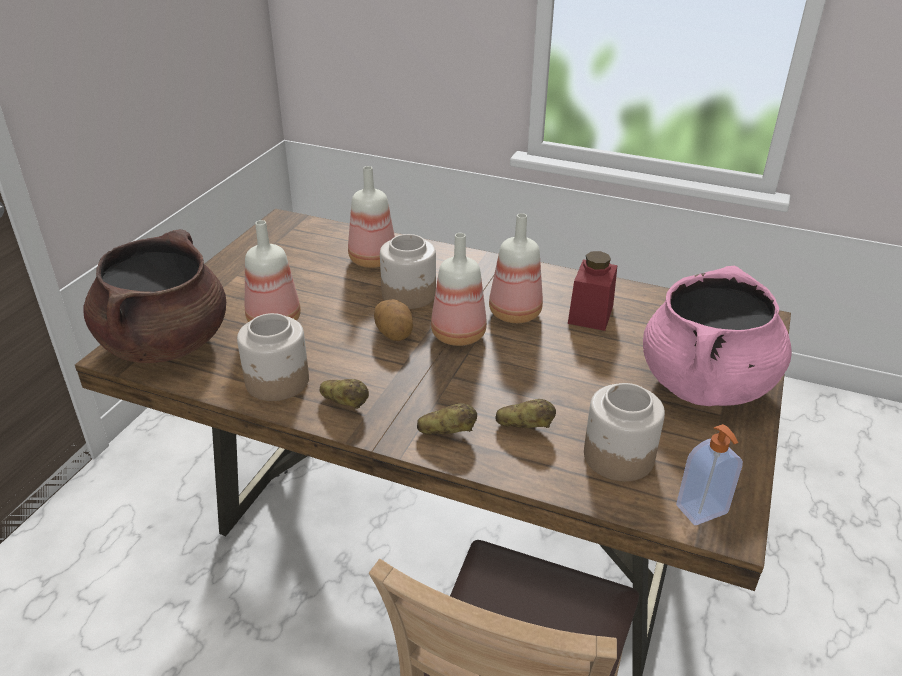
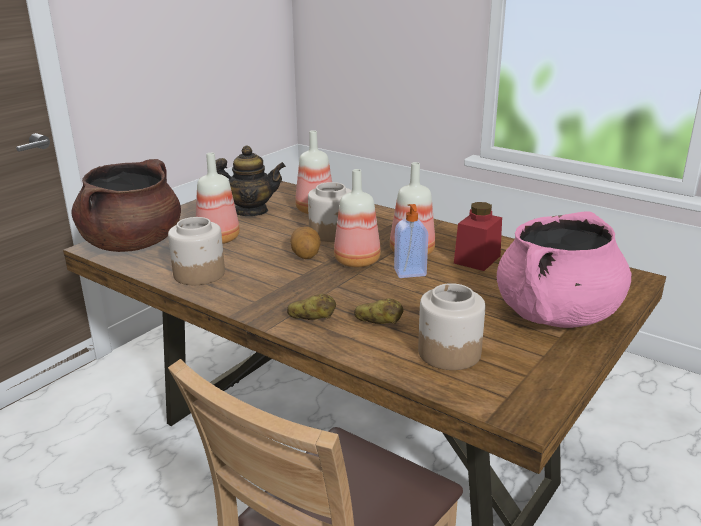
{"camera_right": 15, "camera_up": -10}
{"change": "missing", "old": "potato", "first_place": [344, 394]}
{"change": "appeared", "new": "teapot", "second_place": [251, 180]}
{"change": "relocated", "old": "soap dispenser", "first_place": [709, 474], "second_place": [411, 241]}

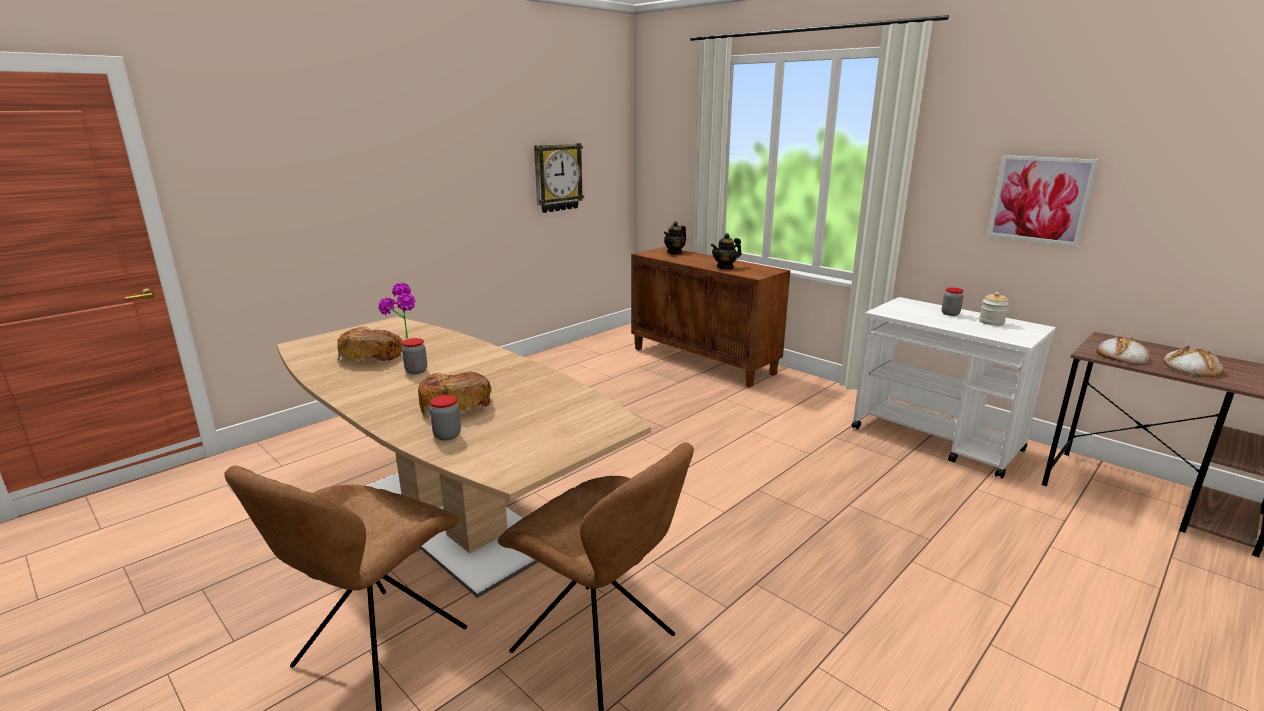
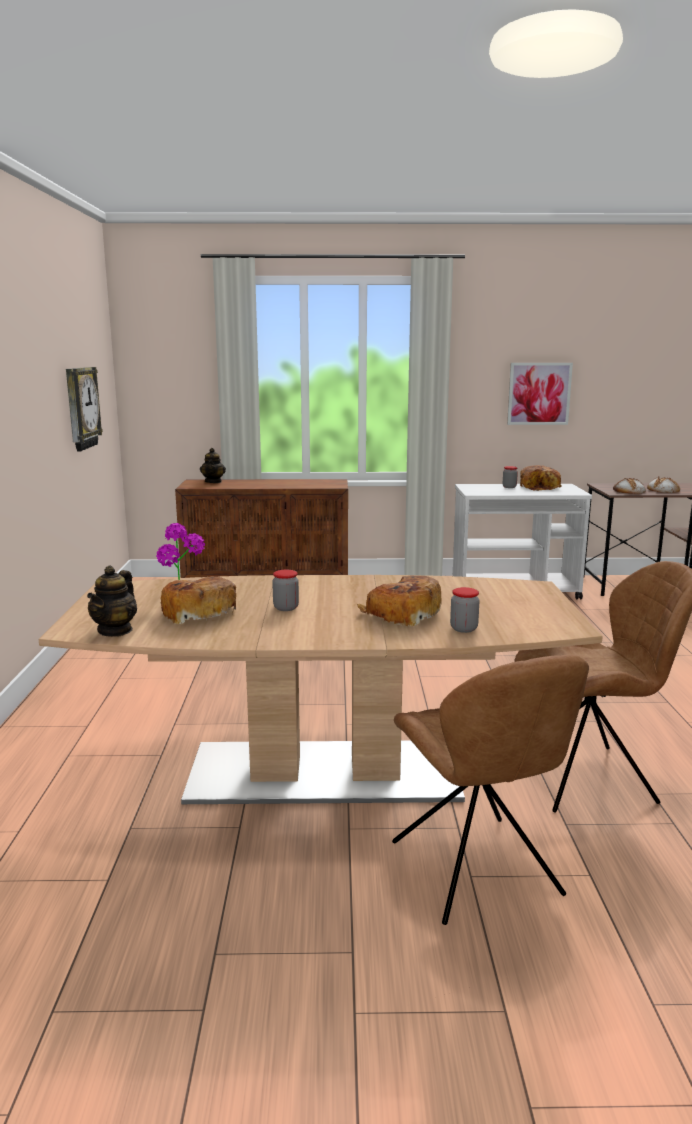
{"camera_right": -45, "camera_up": -5}
{"change": "relocated", "old": "teapot", "first_place": [726, 251], "second_place": [112, 601]}
{"change": "exchanged", "old": "jar", "new": "bread", "first_place": [994, 309], "second_place": [541, 478]}

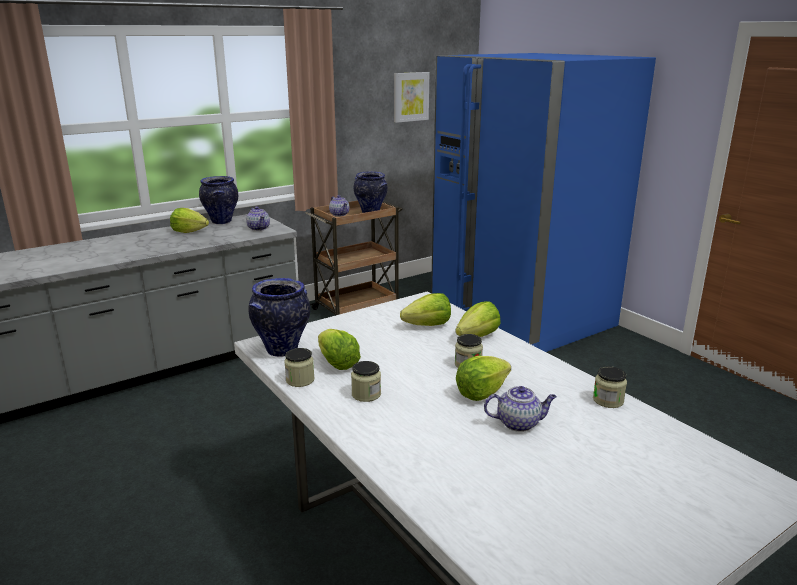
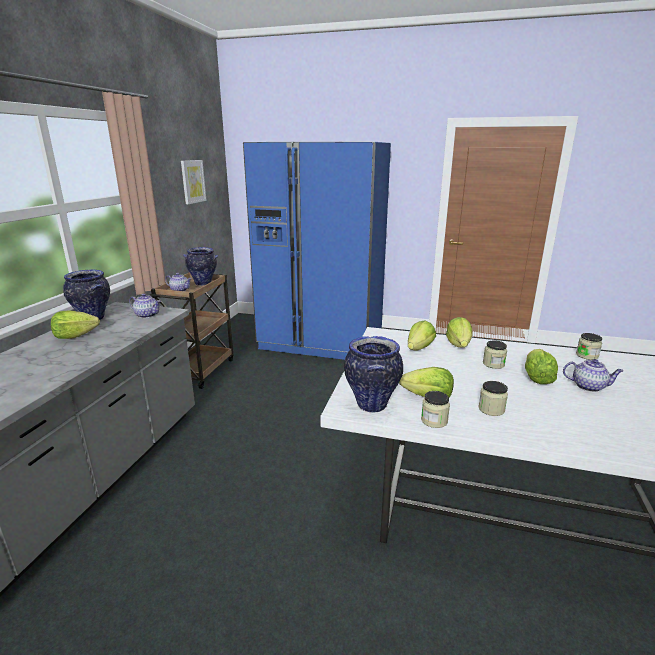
{"camera_right": -40, "camera_up": 0}
{"change": "spun", "old": "teapot", "first_place": [520, 409], "second_place": [593, 375], "degrees": 60}

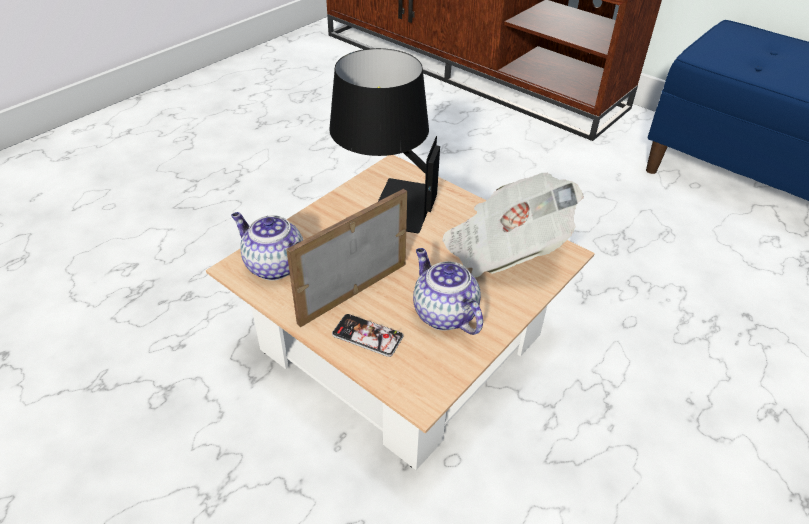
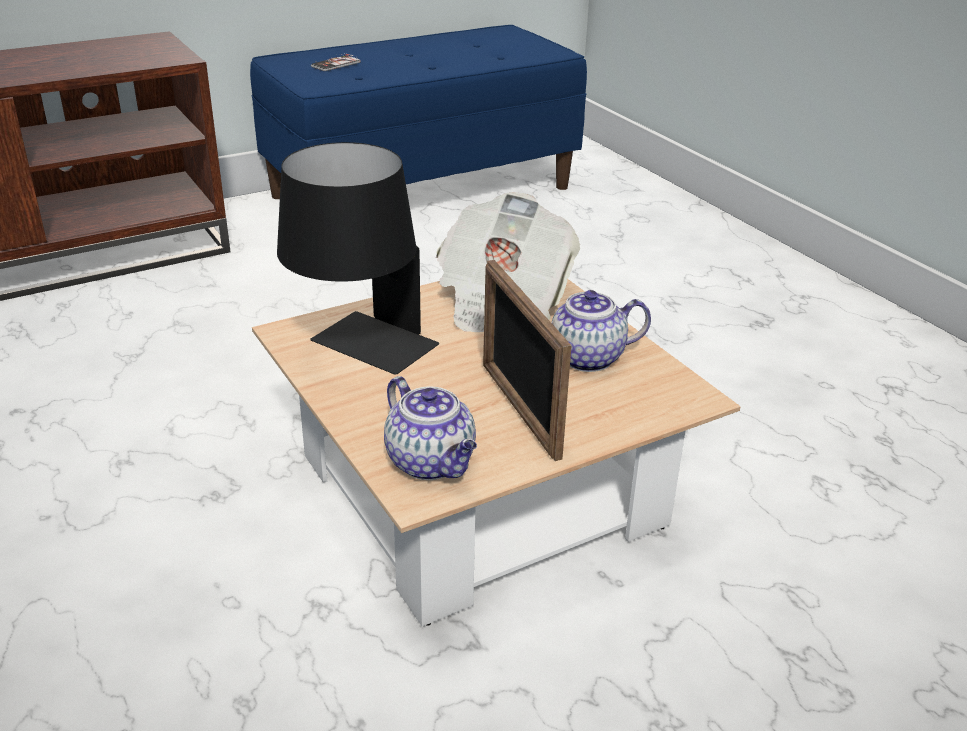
{"camera_right": -70, "camera_up": -10}
{"change": "relocated", "old": "phone", "first_place": [367, 335], "second_place": [336, 62]}
{"change": "spun", "old": "teapot", "first_place": [267, 246], "second_place": [430, 428], "degrees": -90}

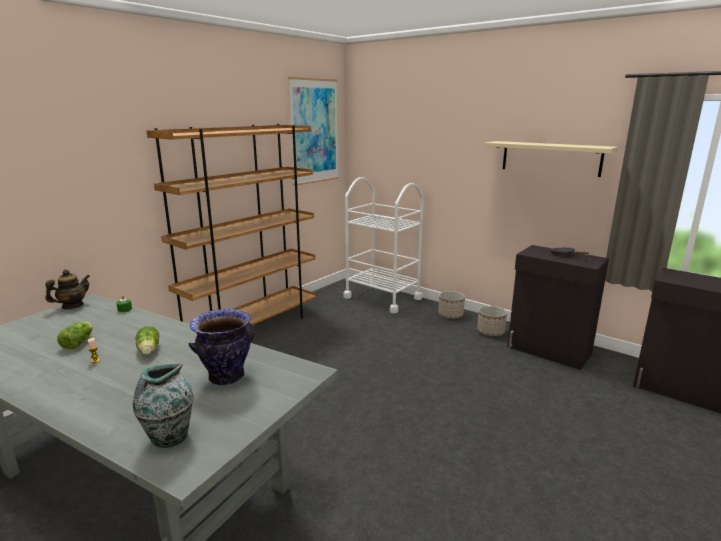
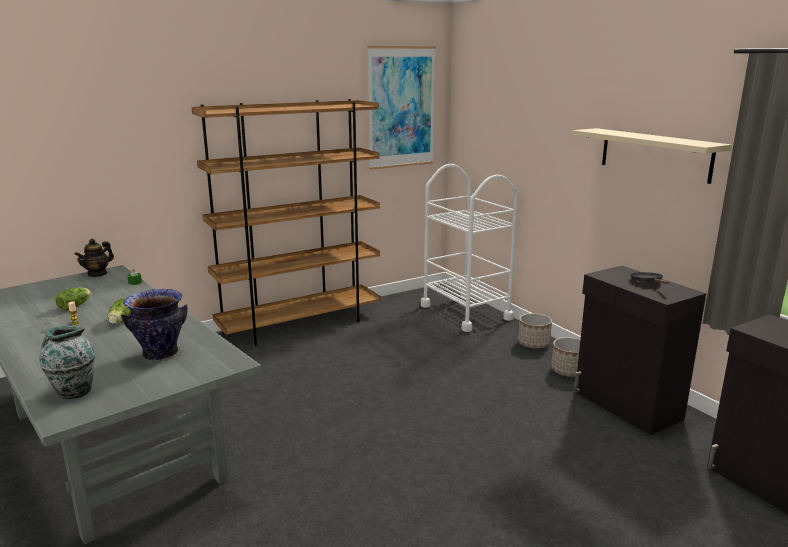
{"camera_right": 20, "camera_up": 0}
{"change": "spun", "old": "teapot", "first_place": [67, 289], "second_place": [94, 258], "degrees": 150}

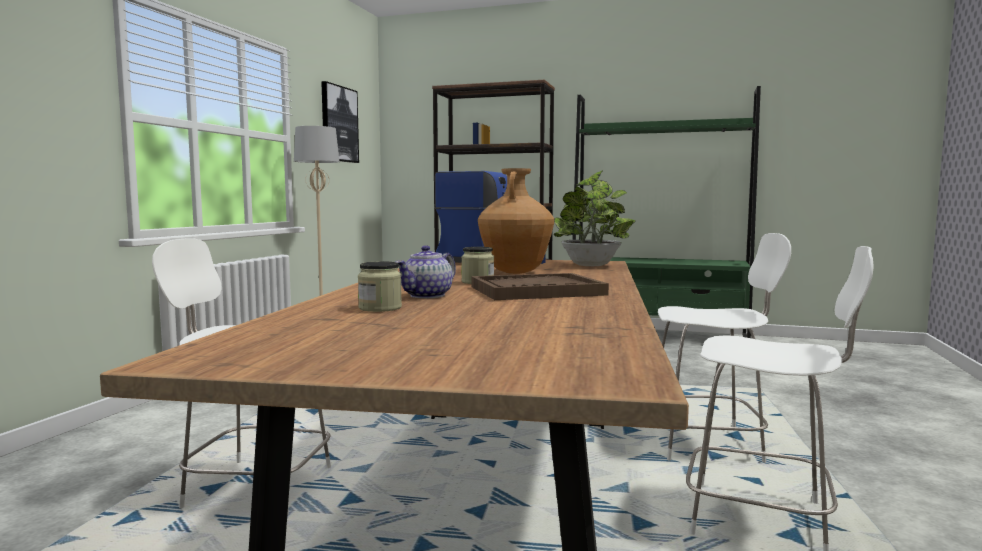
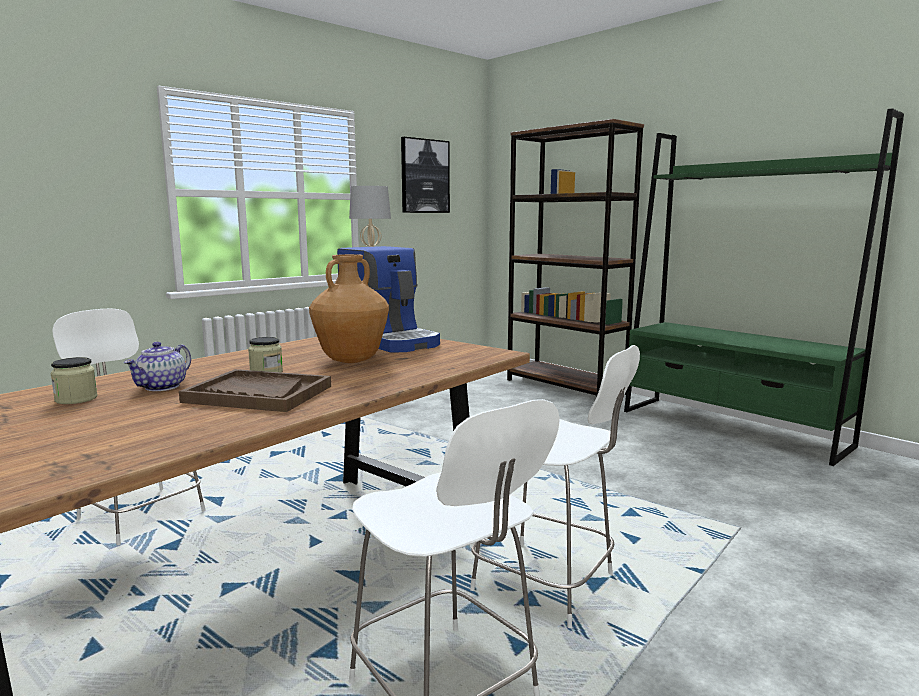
{"camera_right": 30, "camera_up": 5}
{"change": "missing", "old": "potted plant", "first_place": [595, 218]}
{"change": "spun", "old": "teapot", "first_place": [426, 272], "second_place": [157, 366], "degrees": -45}

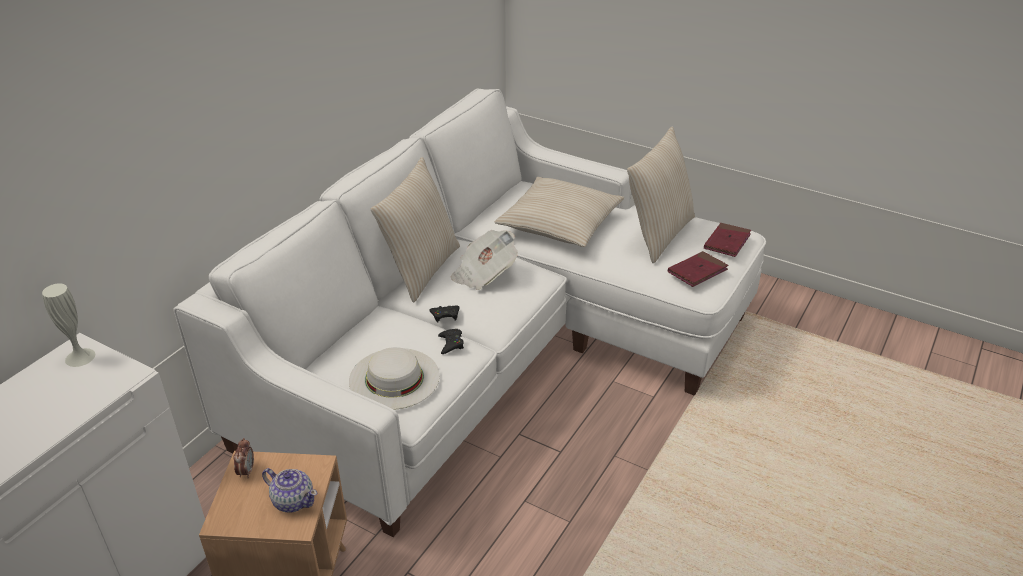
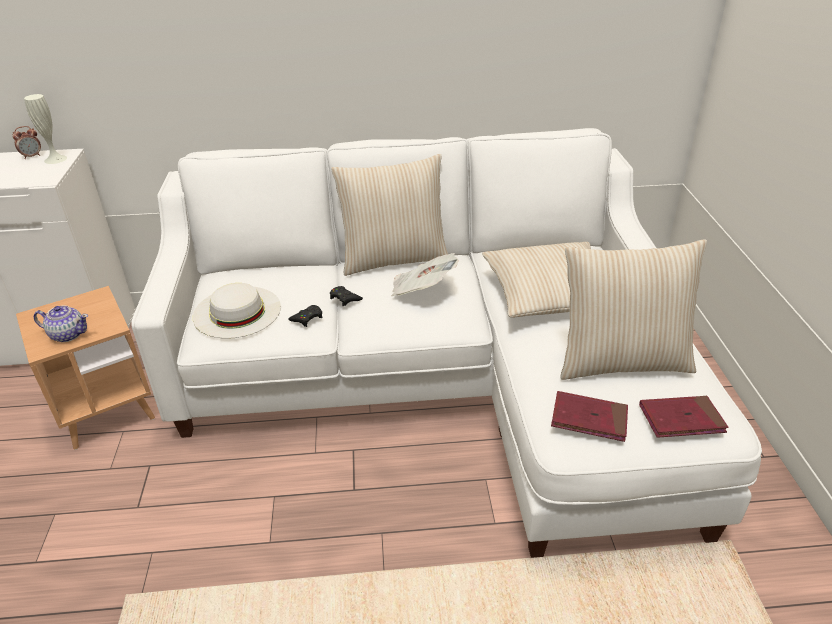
{"camera_right": 55, "camera_up": 0}
{"change": "relocated", "old": "alarm clock", "first_place": [243, 458], "second_place": [26, 142]}
{"change": "spun", "old": "teapot", "first_place": [290, 490], "second_place": [61, 324], "degrees": -75}

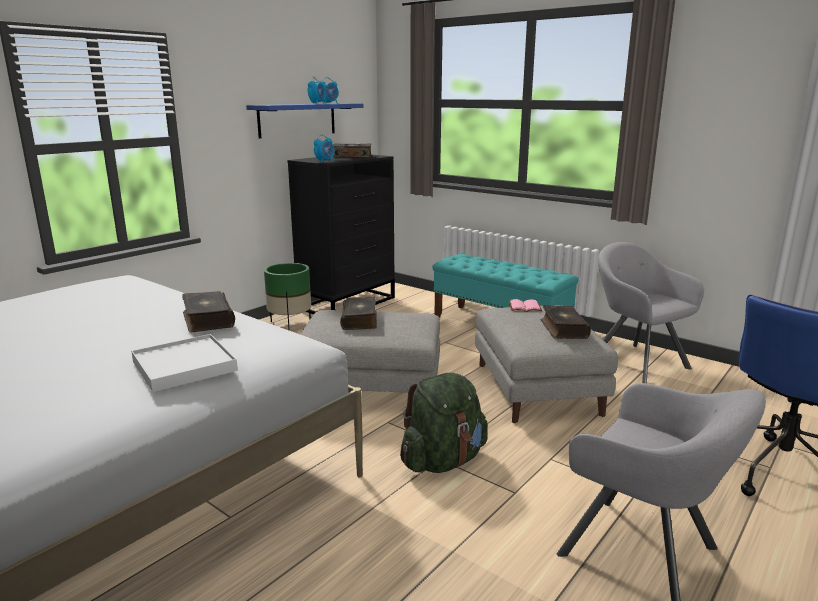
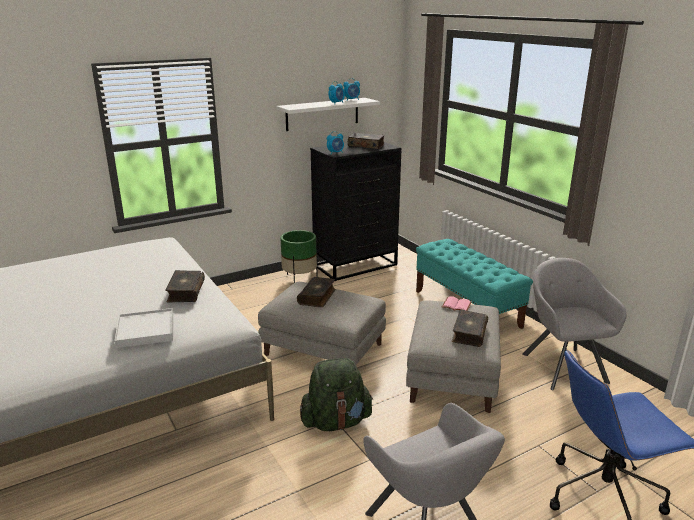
{"camera_right": 20, "camera_up": 5}
{"change": "colour", "old": "blue shelf", "new": "white shelf", "first_place": [304, 120], "second_place": [328, 114]}

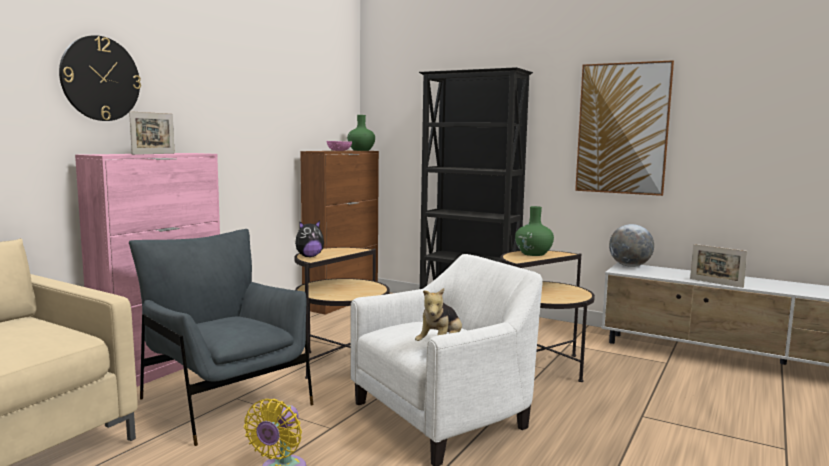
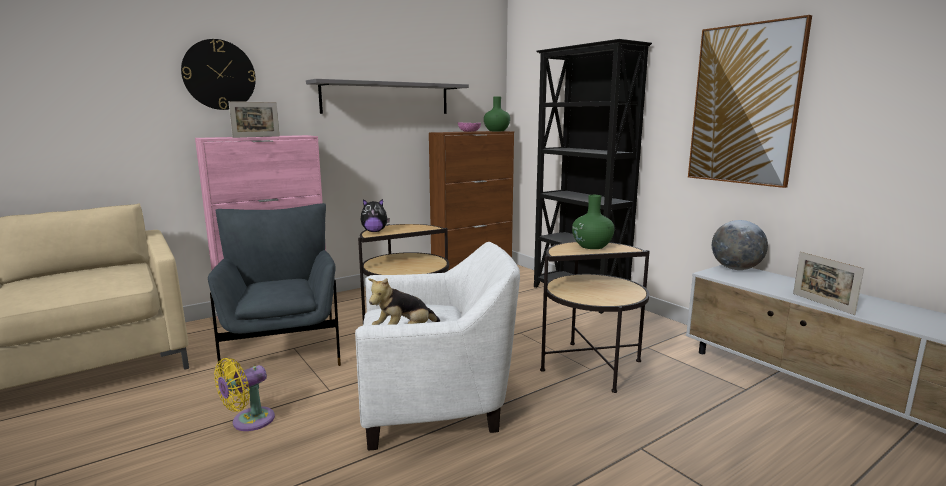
{"camera_right": 25, "camera_up": 5}
{"change": "appeared", "new": "grey shelf", "second_place": [387, 96]}

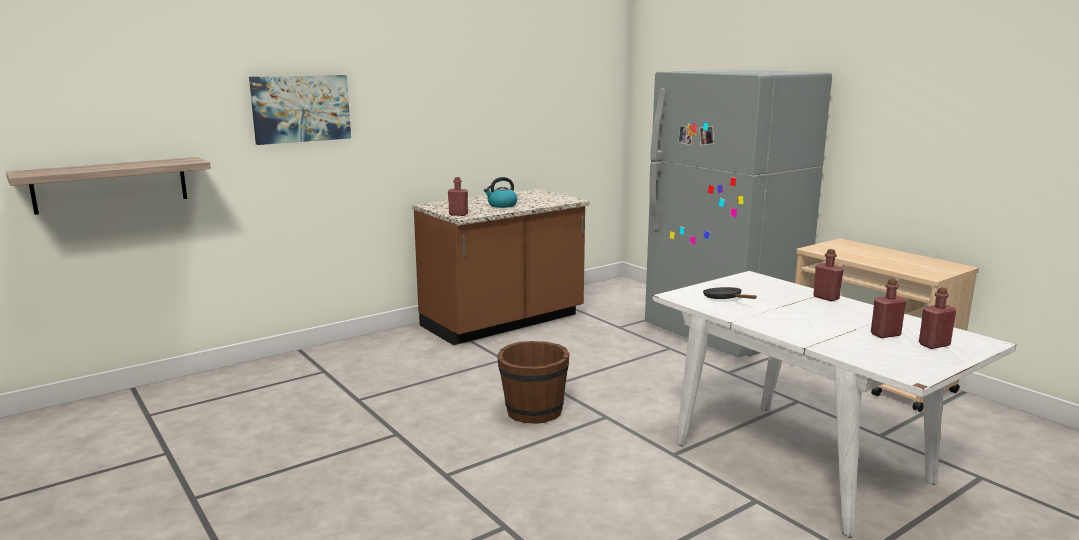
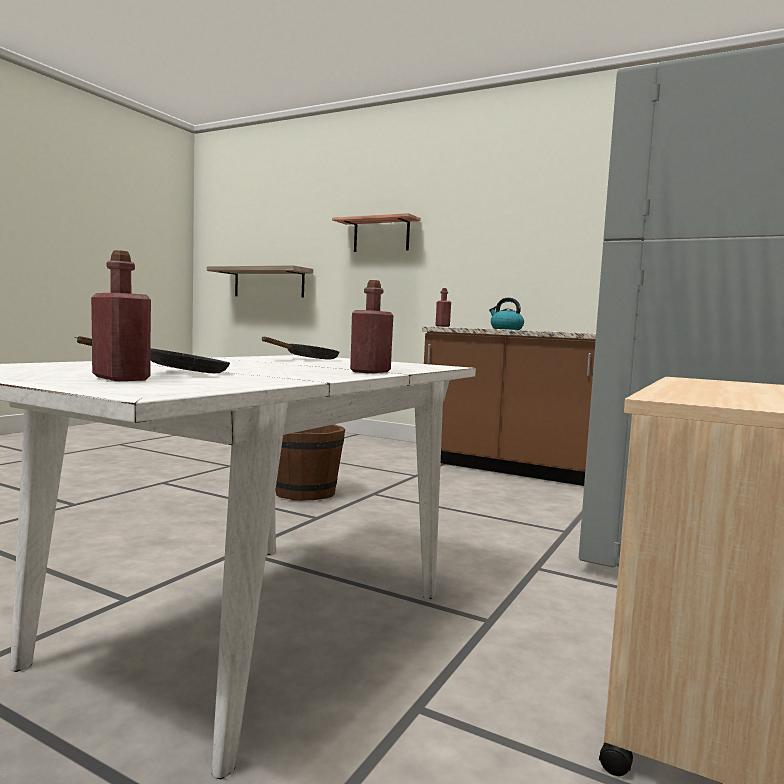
{"camera_right": 65, "camera_up": -10}
{"change": "exchanged", "old": "picture", "new": "shelf", "first_place": [300, 110], "second_place": [376, 232]}
{"change": "exchanged", "old": "red bottle", "new": "black frying pan", "first_place": [888, 308], "second_place": [152, 354]}

